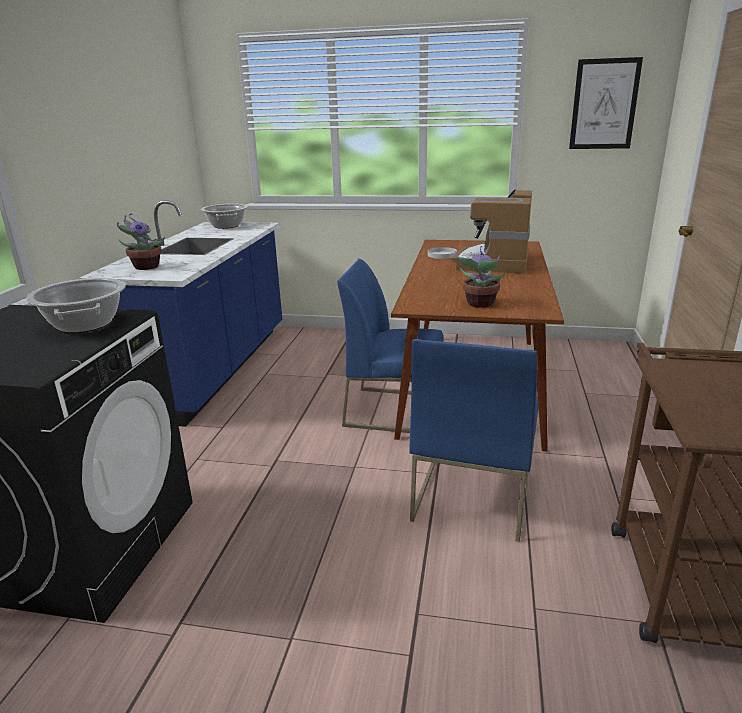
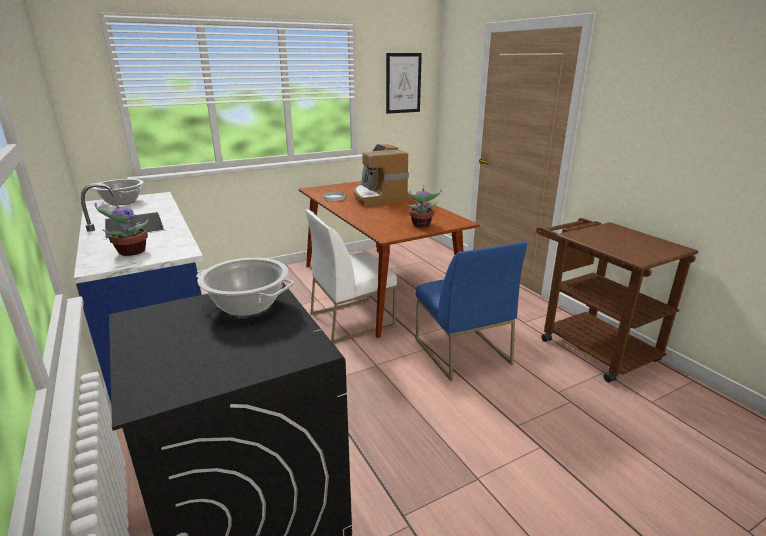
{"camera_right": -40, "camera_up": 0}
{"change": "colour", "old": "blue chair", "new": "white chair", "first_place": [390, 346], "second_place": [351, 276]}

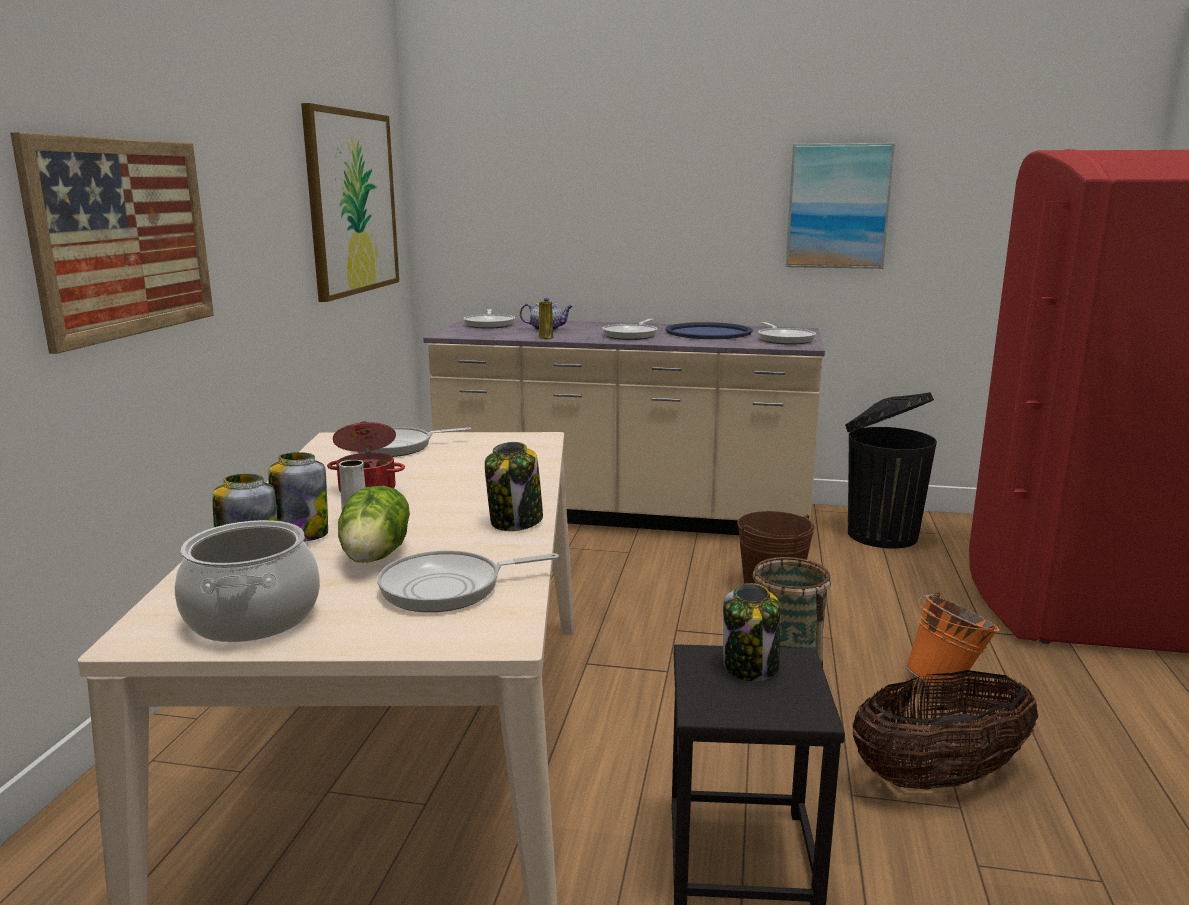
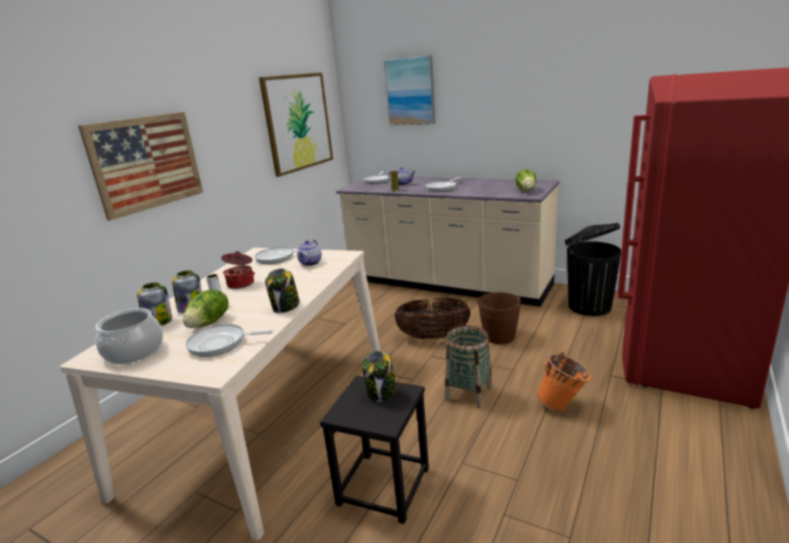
{"camera_right": 20, "camera_up": 5}
{"change": "missing", "old": "blue tray", "first_place": [709, 330]}
{"change": "appeared", "new": "teapot", "second_place": [309, 253]}
{"change": "relocated", "old": "picture", "first_place": [840, 206], "second_place": [410, 90]}
{"change": "relocated", "old": "basket", "first_place": [945, 730], "second_place": [432, 318]}
{"change": "exchanged", "old": "frying pan", "new": "lettuce", "first_place": [787, 333], "second_place": [525, 180]}

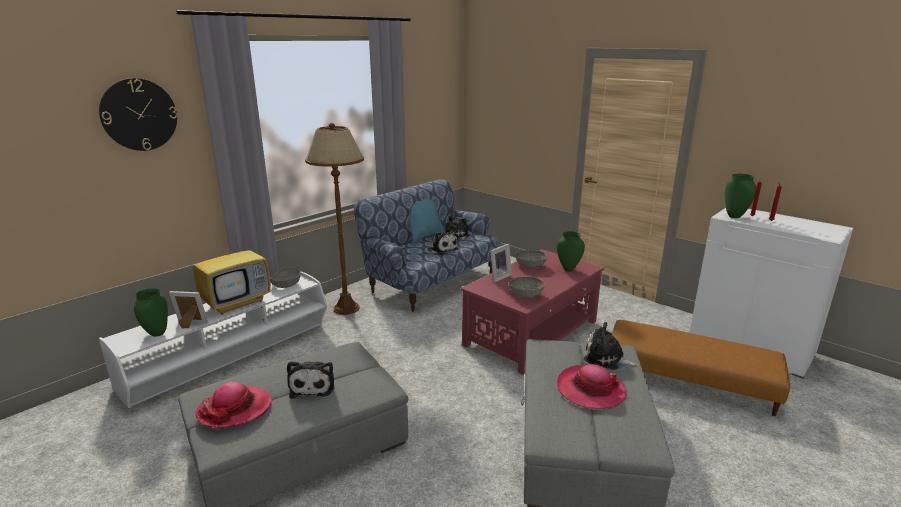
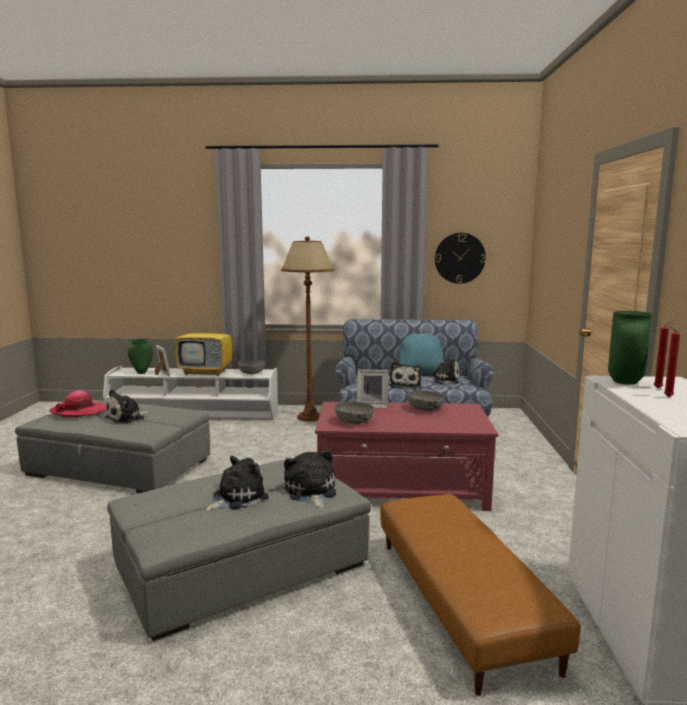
{"camera_right": 50, "camera_up": -10}
{"change": "missing", "old": "green vase", "first_place": [571, 251]}
{"change": "relocated", "old": "wall clock", "first_place": [138, 114], "second_place": [460, 258]}
{"change": "exchanged", "old": "hat", "new": "plush toy", "first_place": [592, 386], "second_place": [236, 483]}

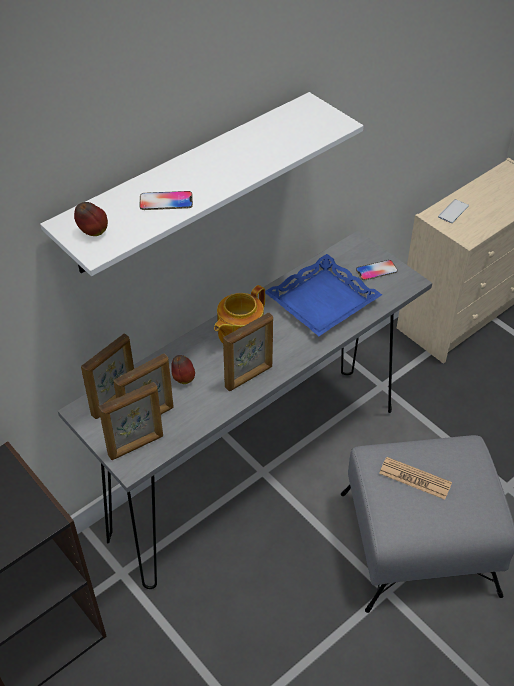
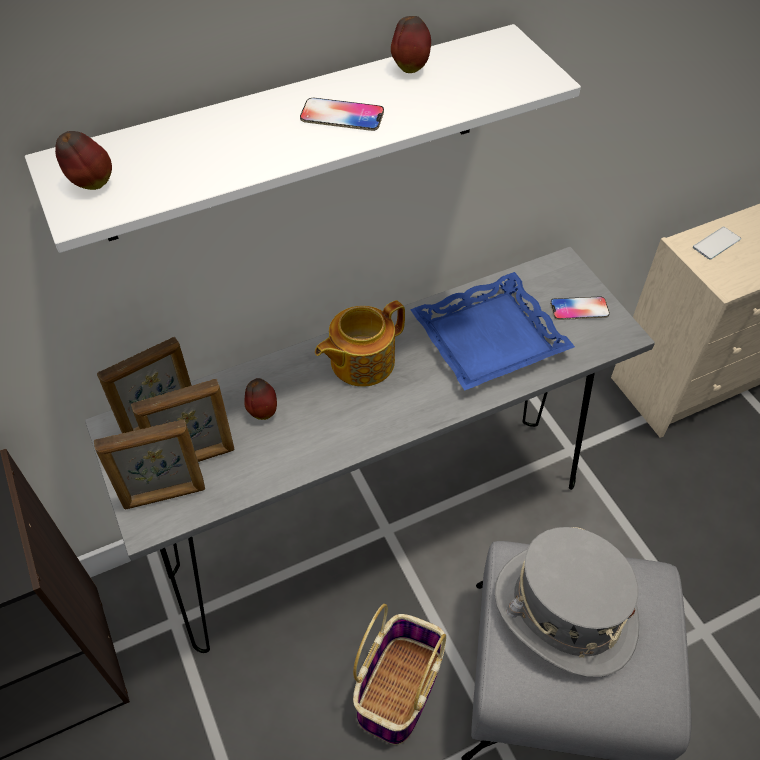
{"camera_right": 15, "camera_up": 5}
{"change": "missing", "old": "picture frame", "first_place": [248, 352]}
{"change": "appeared", "new": "basket", "second_place": [399, 674]}
{"change": "appeared", "new": "apple", "second_place": [411, 44]}
{"change": "relocated", "old": "phone", "first_place": [166, 200], "second_place": [342, 114]}
{"change": "exchanged", "old": "newspaper", "new": "grey hat", "first_place": [415, 478], "second_place": [567, 602]}

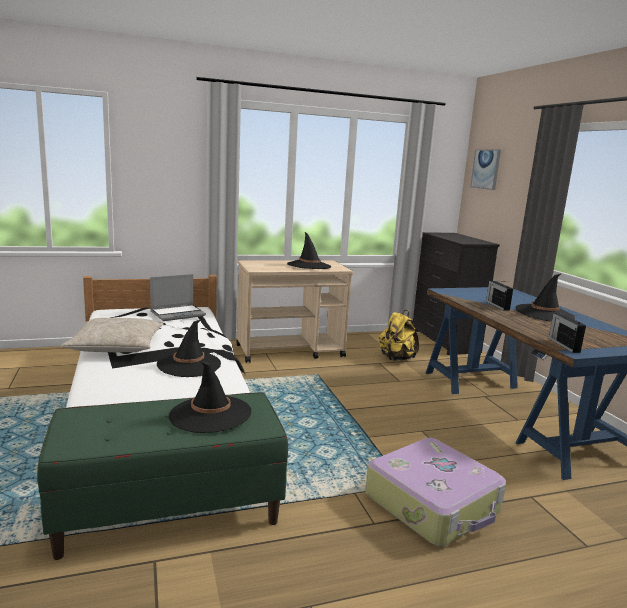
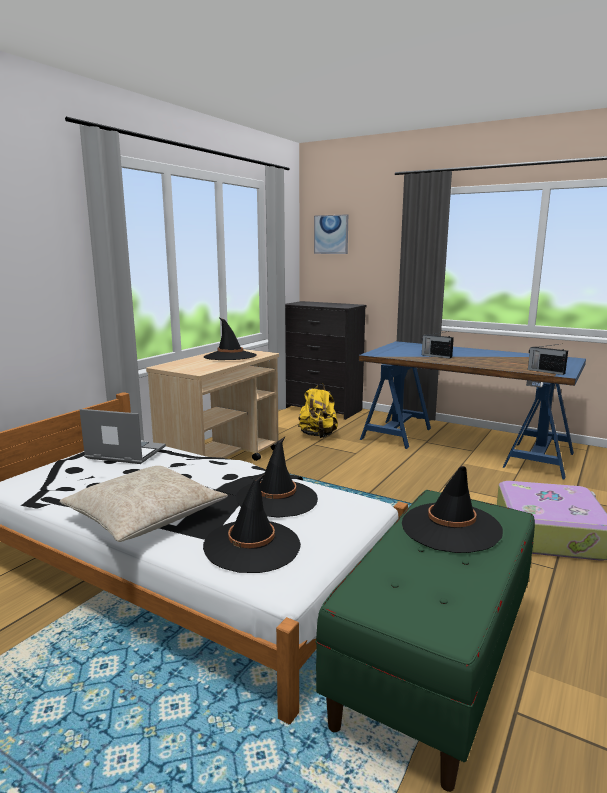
{"camera_right": -40, "camera_up": 0}
{"change": "relocated", "old": "black hat", "first_place": [545, 298], "second_place": [252, 523]}
{"change": "spun", "old": "laptop", "first_place": [178, 297], "second_place": [122, 436], "degrees": -90}

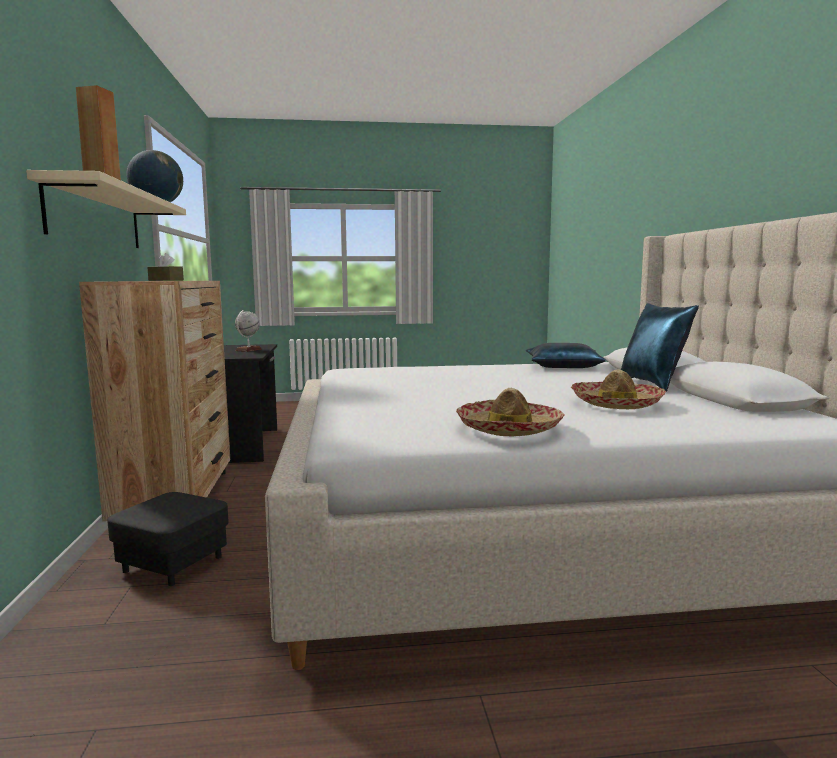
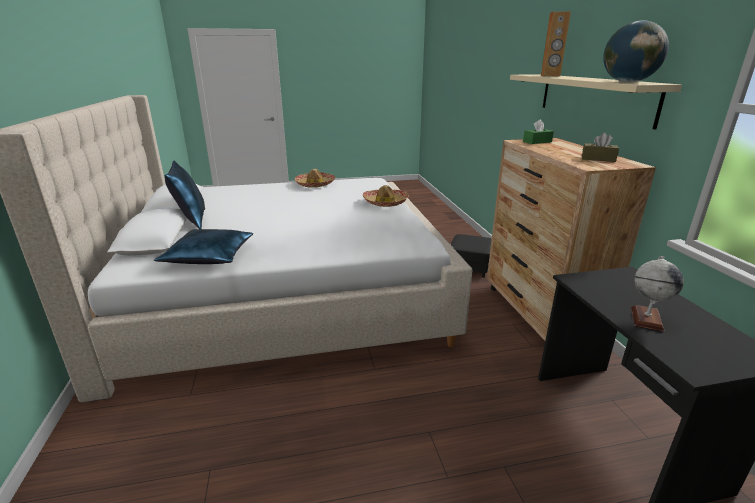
{"camera_right": 175, "camera_up": 15}
{"change": "appeared", "new": "green tissue box", "second_place": [538, 131]}
{"change": "relocated", "old": "hat", "first_place": [618, 389], "second_place": [386, 196]}

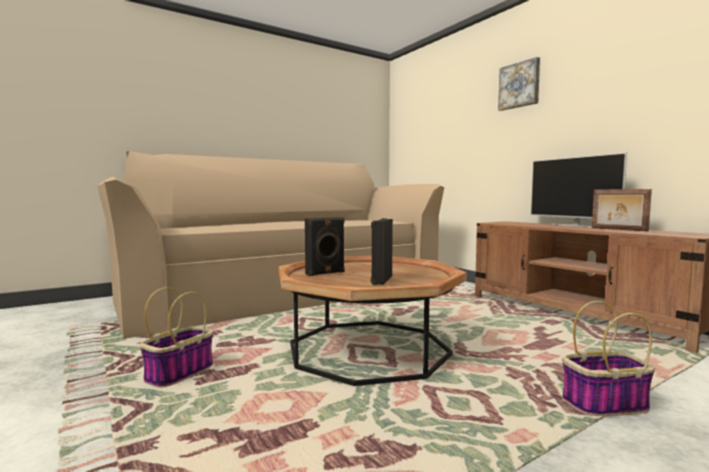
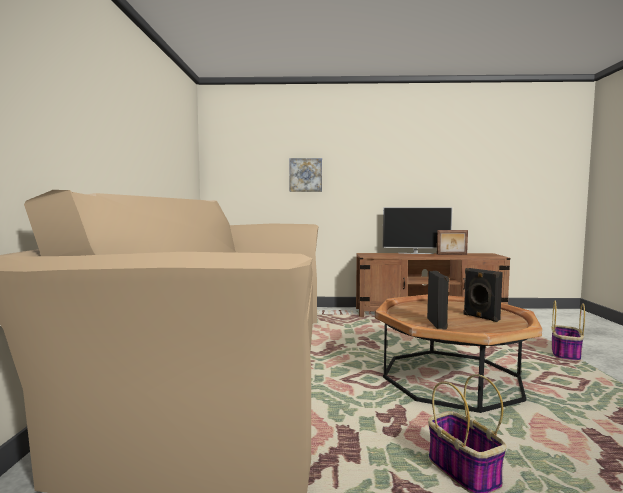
{"camera_right": -55, "camera_up": 0}
{"change": "relocated", "old": "picture", "first_place": [519, 84], "second_place": [305, 175]}

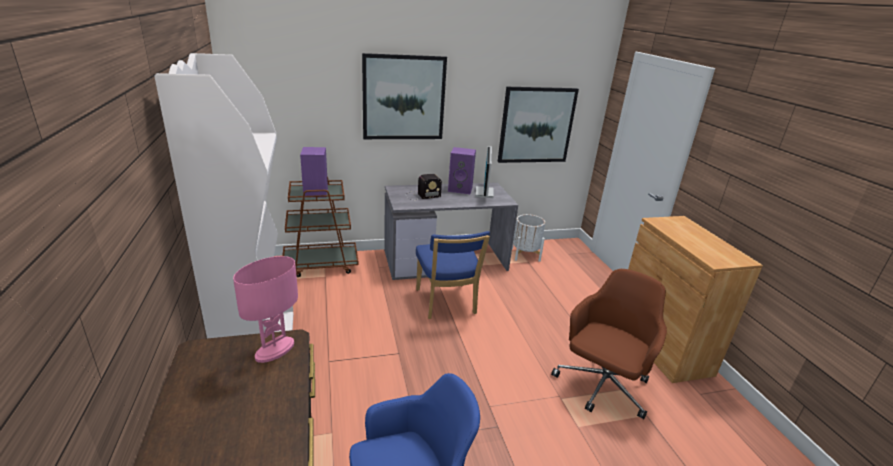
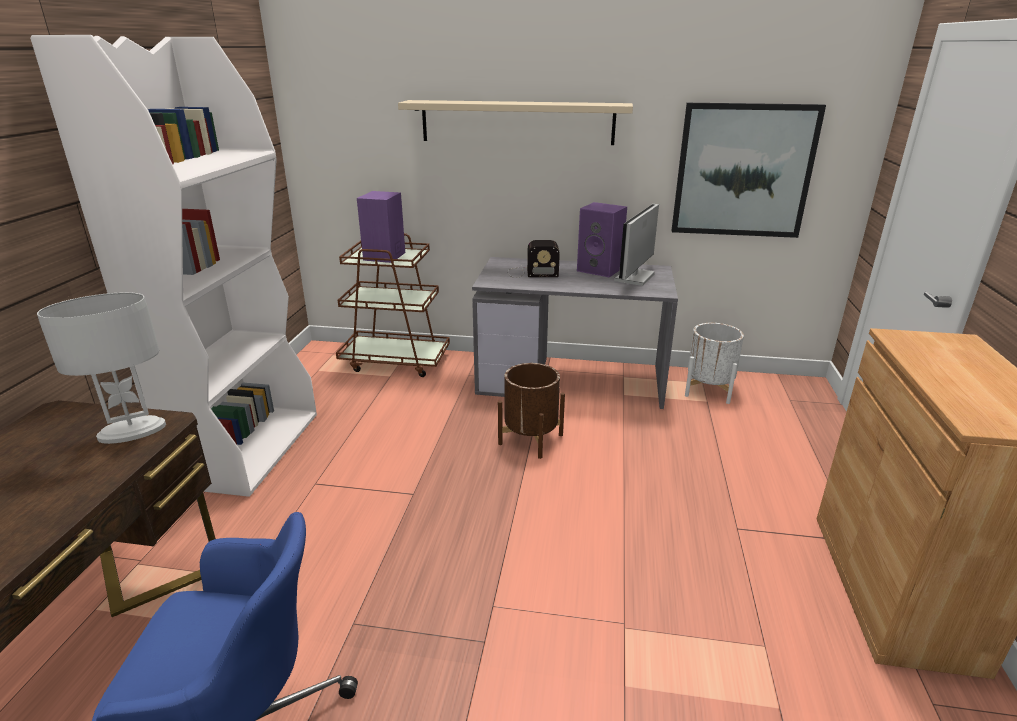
{"camera_right": 25, "camera_up": 0}
{"change": "missing", "old": "brown office chair", "first_place": [609, 344]}
{"change": "exchanged", "old": "picture", "new": "beige shelf", "first_place": [404, 96], "second_place": [515, 122]}
{"change": "exchanged", "old": "blue chair", "new": "brown planter", "first_place": [453, 275], "second_place": [531, 411]}
{"change": "colour", "old": "pink table lamp", "new": "white table lamp", "first_place": [265, 309], "second_place": [101, 368]}

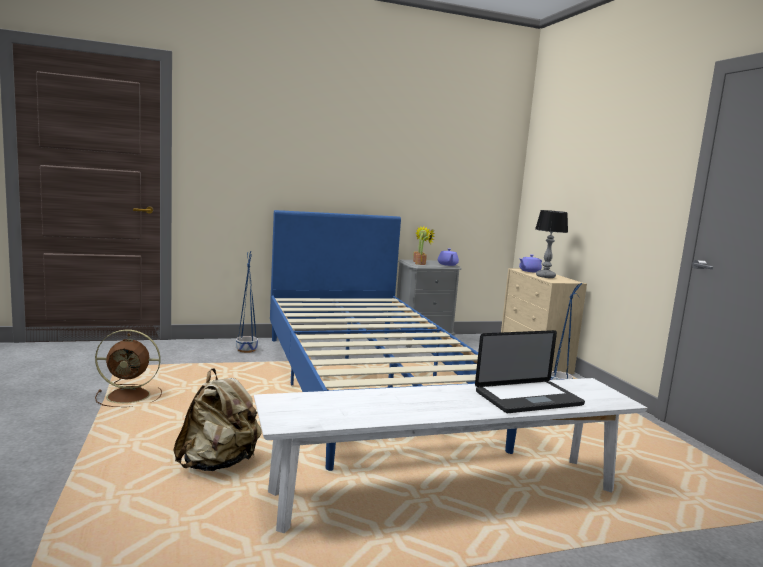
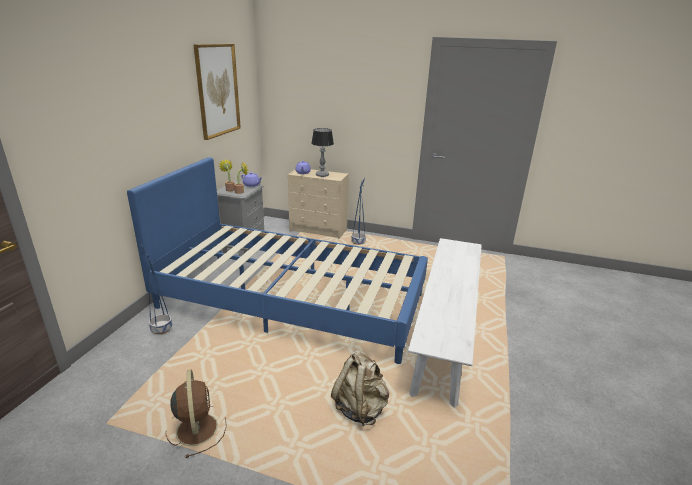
{"camera_right": -55, "camera_up": 15}
{"change": "missing", "old": "laptop", "first_place": [530, 371]}
{"change": "appeared", "new": "picture", "second_place": [217, 92]}
{"change": "spun", "old": "brown fan", "first_place": [128, 368], "second_place": [196, 413], "degrees": -45}

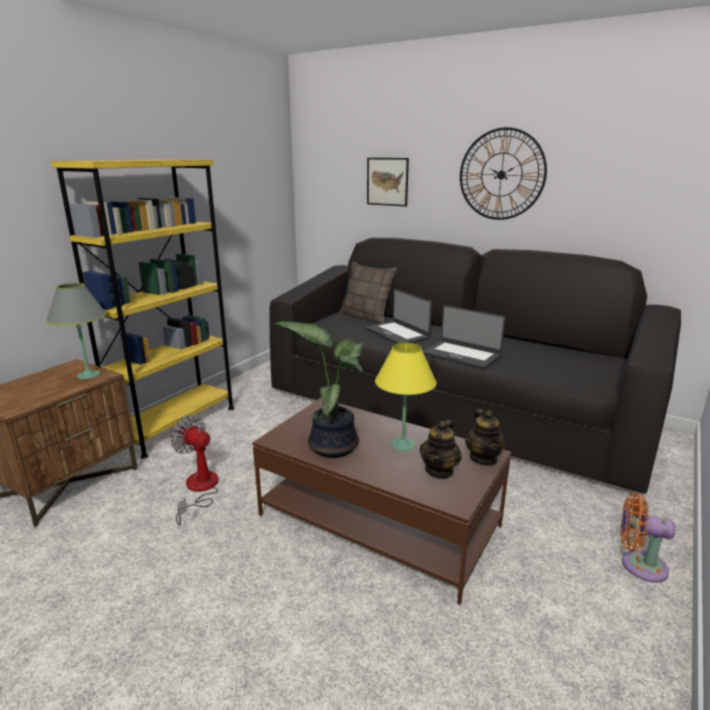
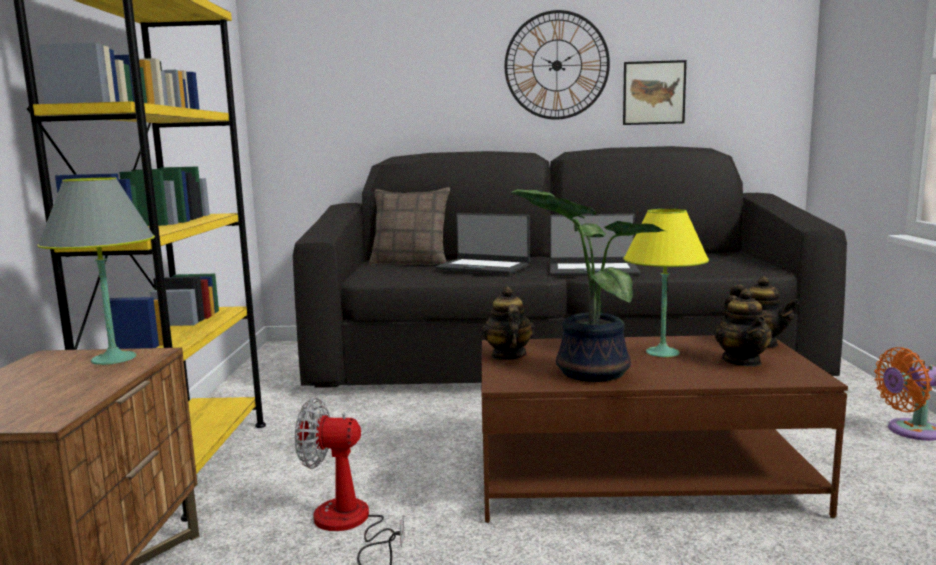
{"camera_right": -30, "camera_up": -10}
{"change": "appeared", "new": "teapot", "second_place": [508, 323]}
{"change": "relocated", "old": "picture", "first_place": [388, 182], "second_place": [655, 92]}

